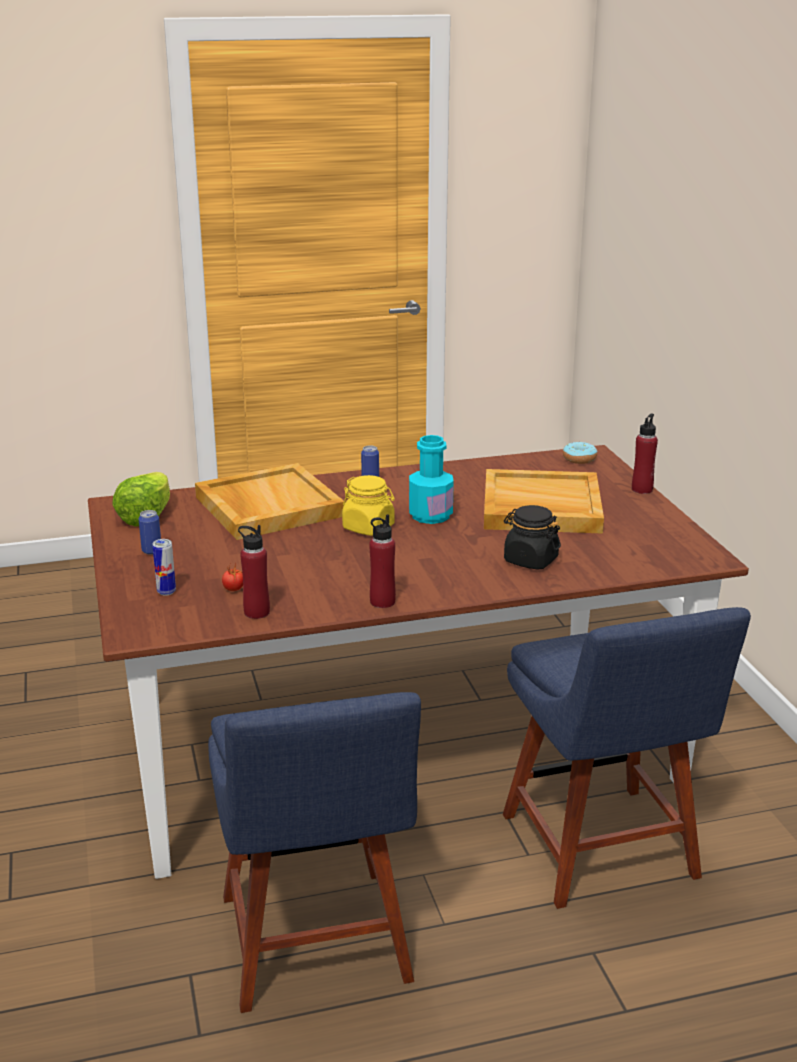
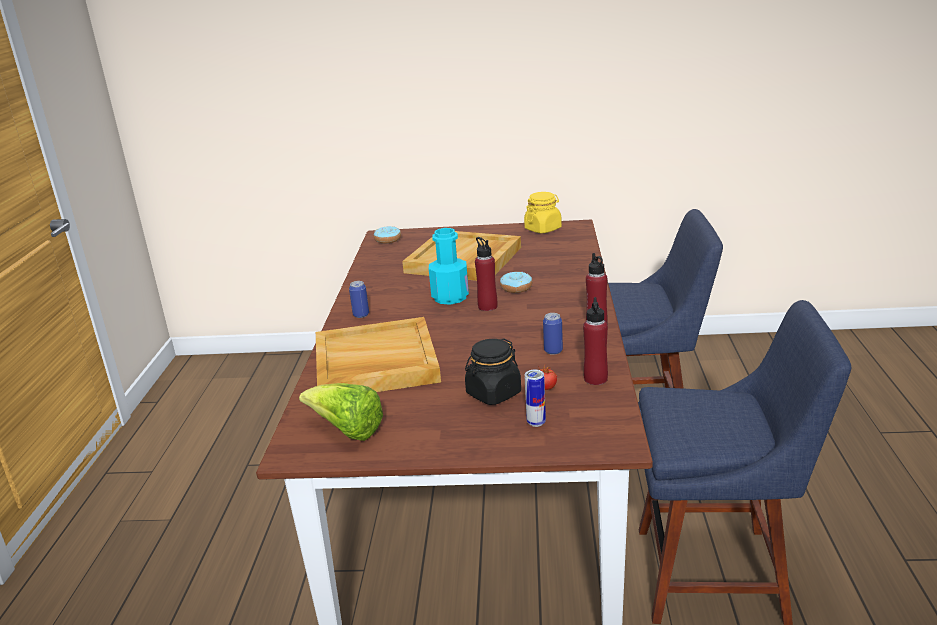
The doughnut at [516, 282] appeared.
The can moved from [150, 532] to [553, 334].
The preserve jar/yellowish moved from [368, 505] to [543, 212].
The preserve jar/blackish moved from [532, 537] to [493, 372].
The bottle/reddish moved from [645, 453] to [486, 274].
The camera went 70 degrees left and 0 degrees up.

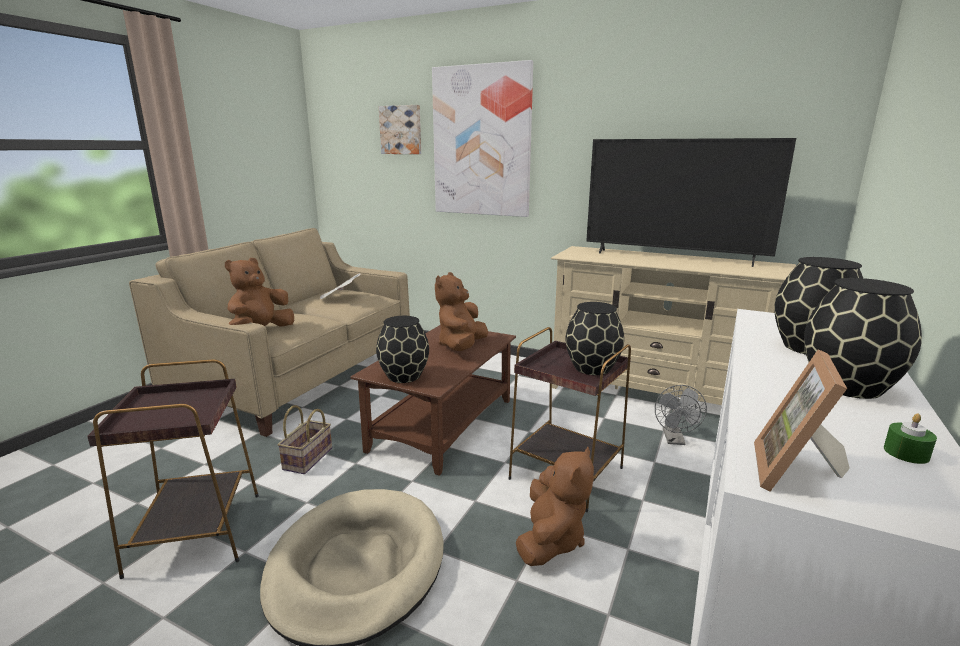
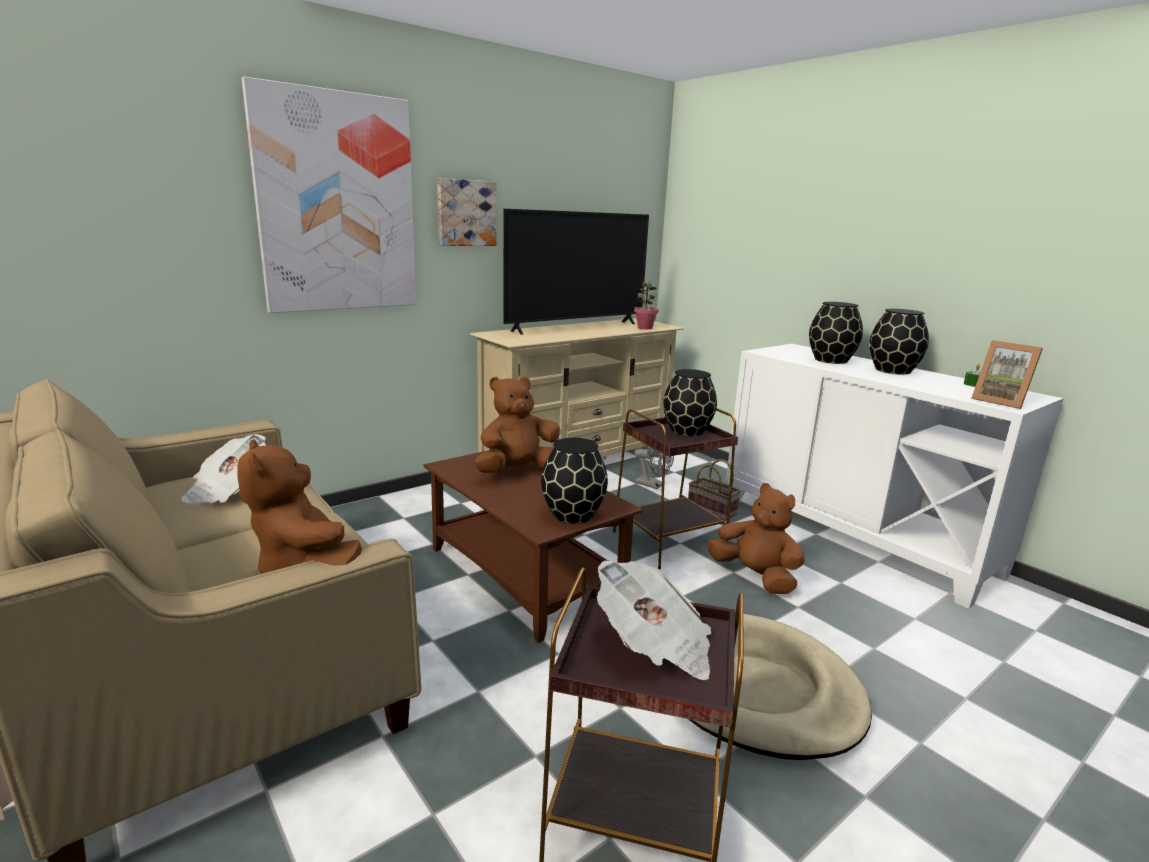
The printed paper at [654, 620] appeared.
The plant in a pot at [646, 305] appeared.
The household basket moved from [305, 439] to [714, 490].
The wall picture moved from [400, 129] to [467, 212].
The soft toy/brownish at [461, 311] turned 105 degrees clockwise.
The camera went 65 degrees left and 0 degrees up.

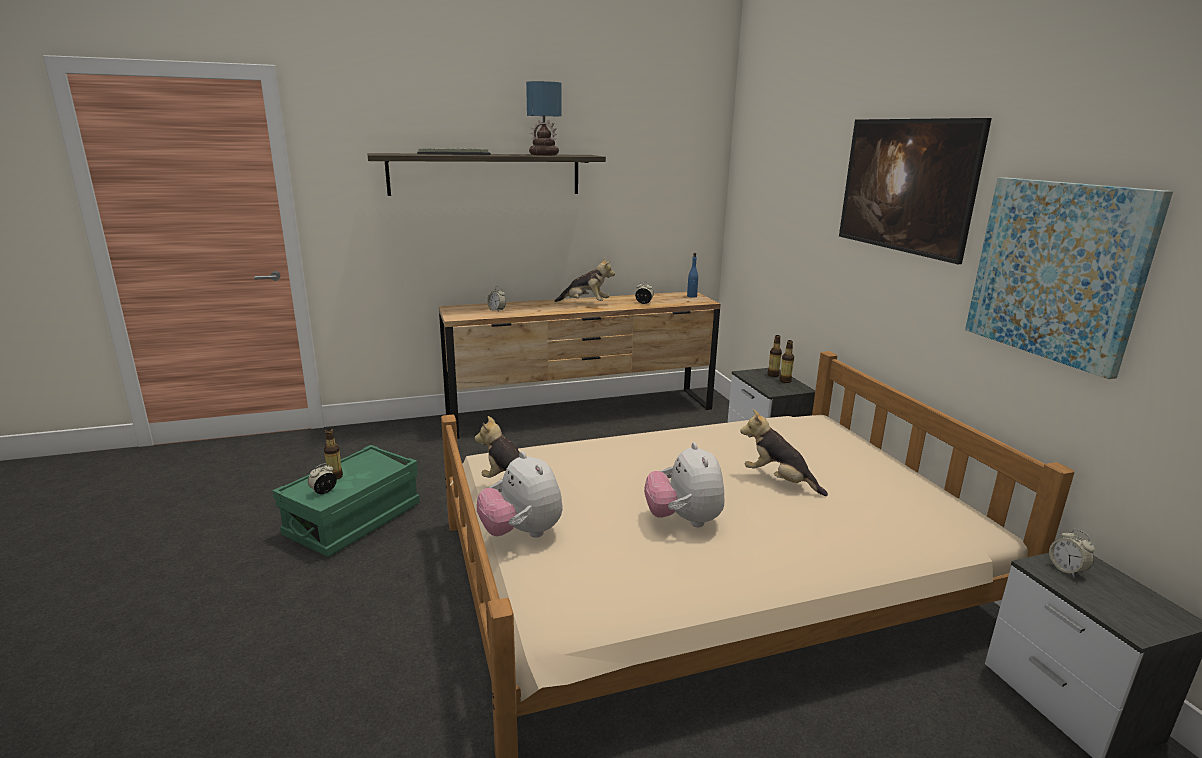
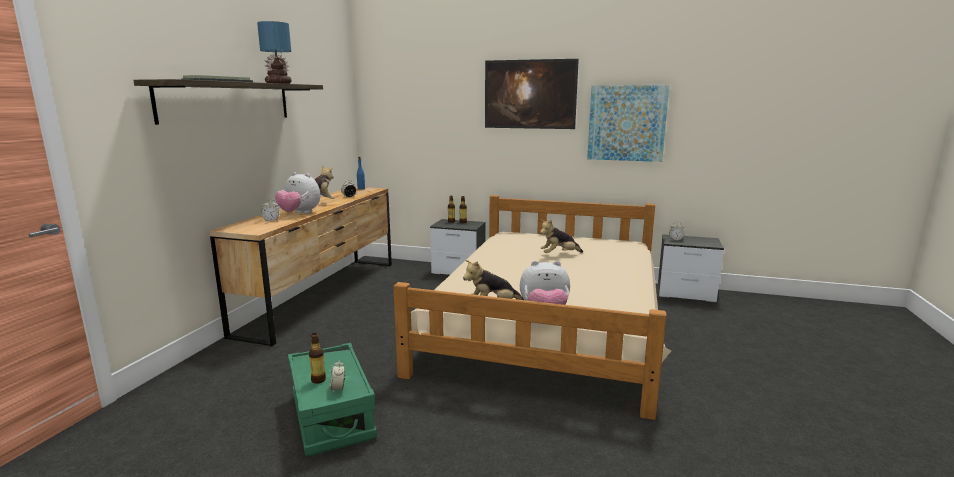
The soft toy moved from [684, 484] to [297, 193].
The camera went 55 degrees left and 5 degrees down.

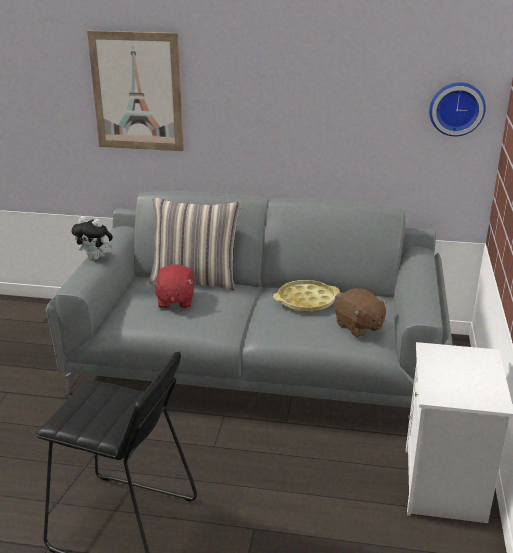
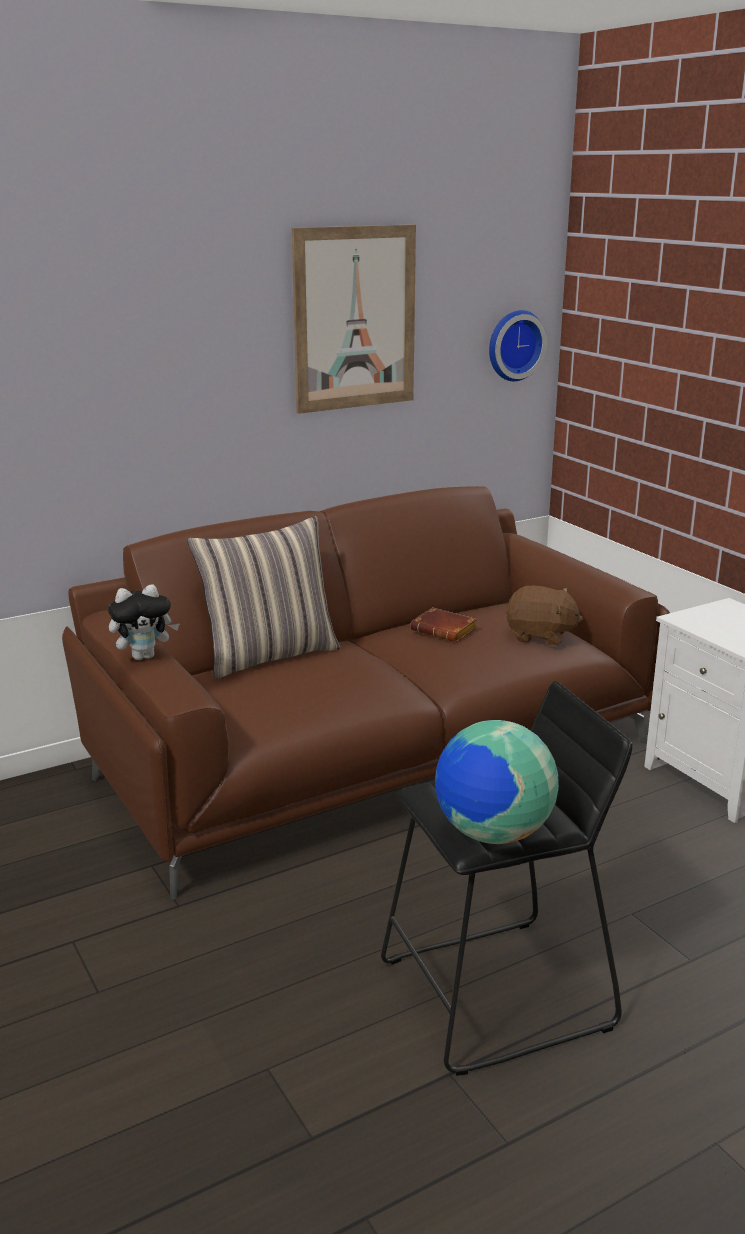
The soft toy/reddish at [173, 286] disappeared.
The world globe at [497, 782] appeared.
The wall picture moved from [135, 91] to [354, 319].
The carrying tray/yellowish at [306, 296] was replaced by the book/brownish at [443, 624].
The sofa/gray at [249, 299] became the sofa/brownish at [366, 693].
The camera went 40 degrees left and 5 degrees down.

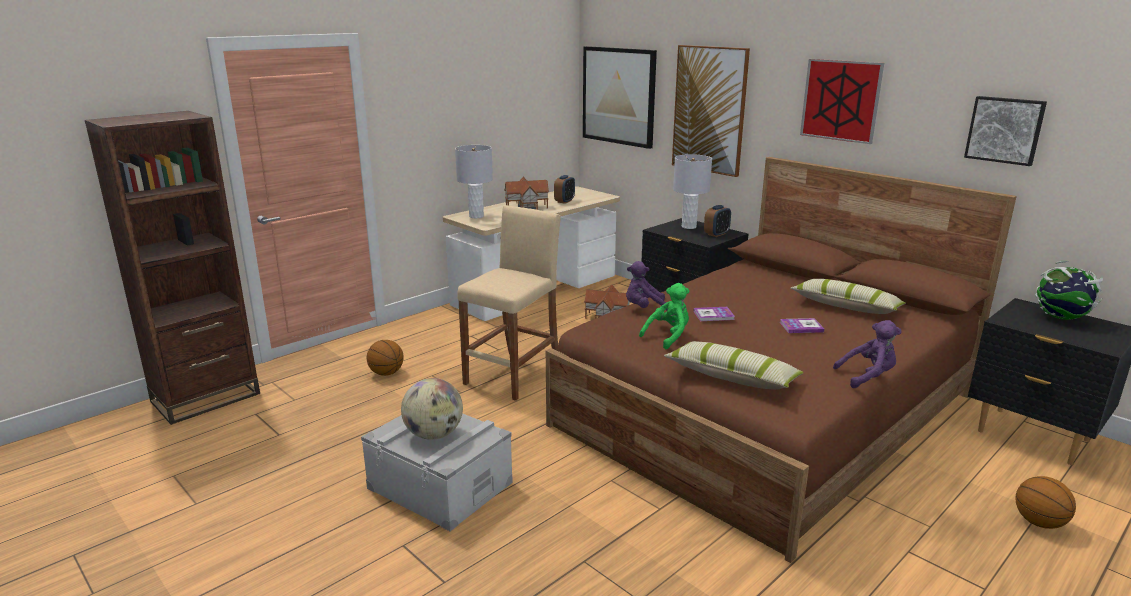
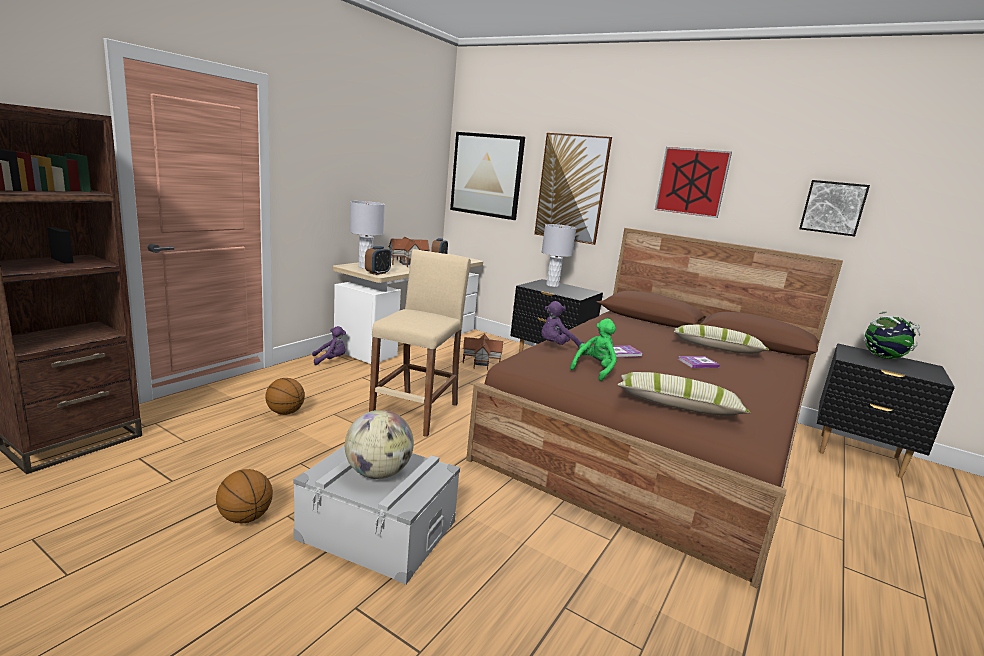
The bedside clock moved from [717, 221] to [378, 260].
The soft toy/purplish moved from [867, 354] to [329, 345].
The basketball ball moved from [1046, 502] to [244, 496].
The camera went 15 degrees left and 5 degrees down.

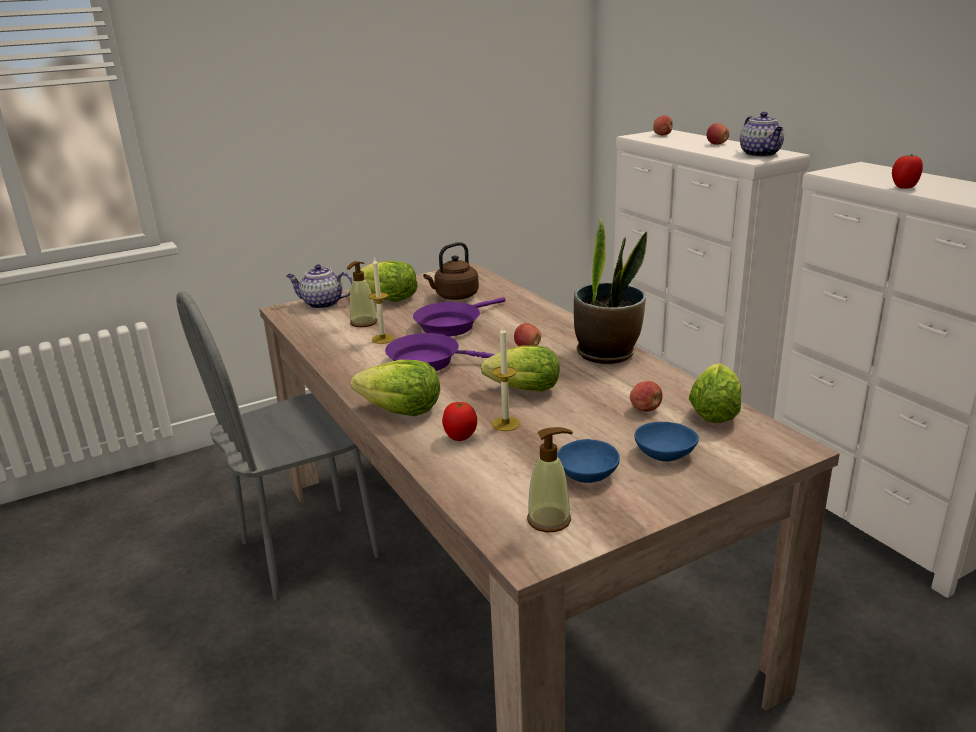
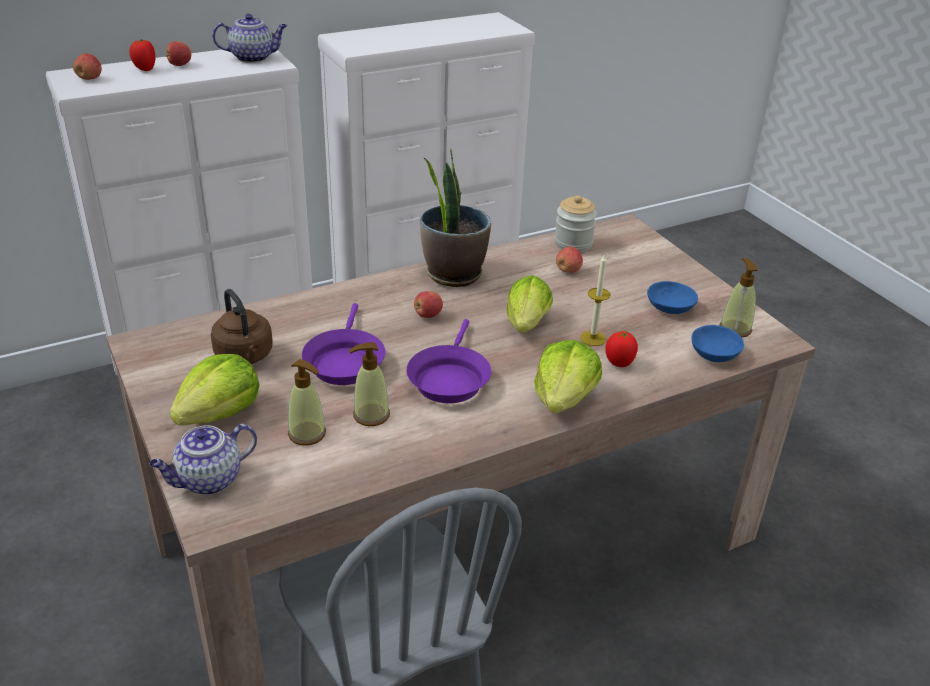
The deep dish/blue moved from [666, 442] to [717, 343].
The whole tomato moved from [907, 171] to [142, 55].
The wax candle at [381, 300] was replaced by the soap dispenser at [369, 384].
The lettuce at [715, 393] was replaced by the preserve jar at [575, 223].
The pot for tea at [319, 286] turned 45 degrees clockwise.
The frying pan/purplish at [459, 316] turned 45 degrees clockwise.
The camera went 90 degrees left and 10 degrees up.

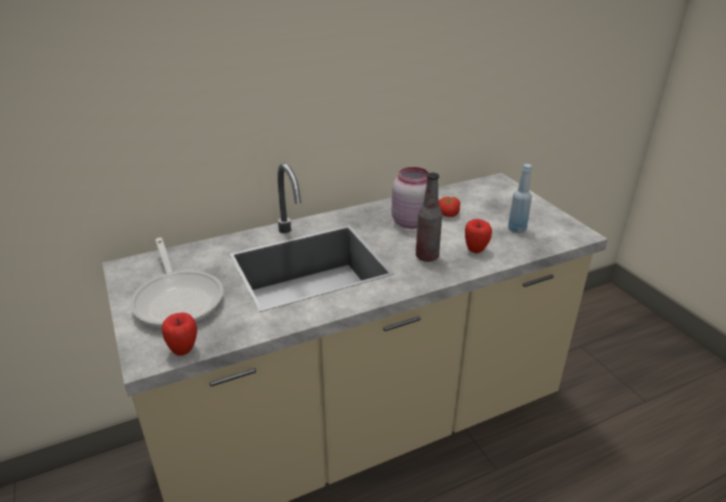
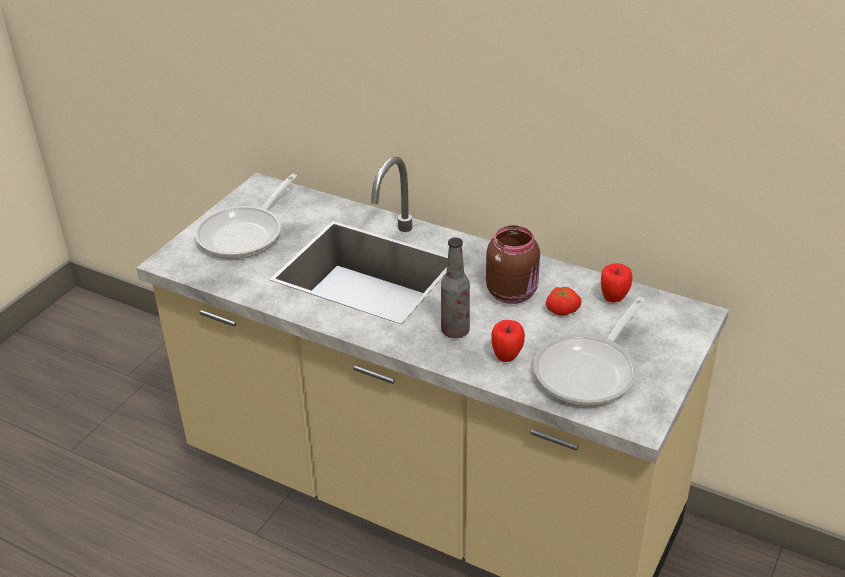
The apple fruit moved from [179, 333] to [616, 282].
The bottle/blue at [520, 198] was replaced by the frying pan at [589, 351].
The preserve jar/pink at [410, 198] became the preserve jar/brownish at [513, 264].
The camera went 55 degrees right and 5 degrees up.

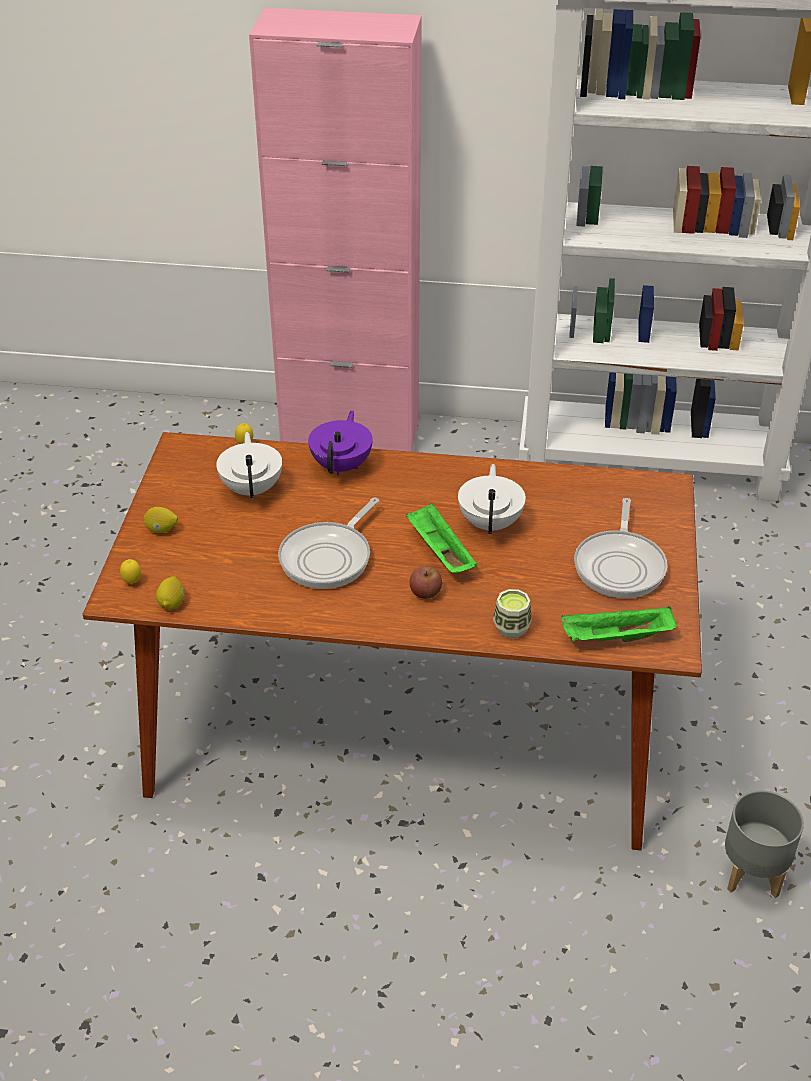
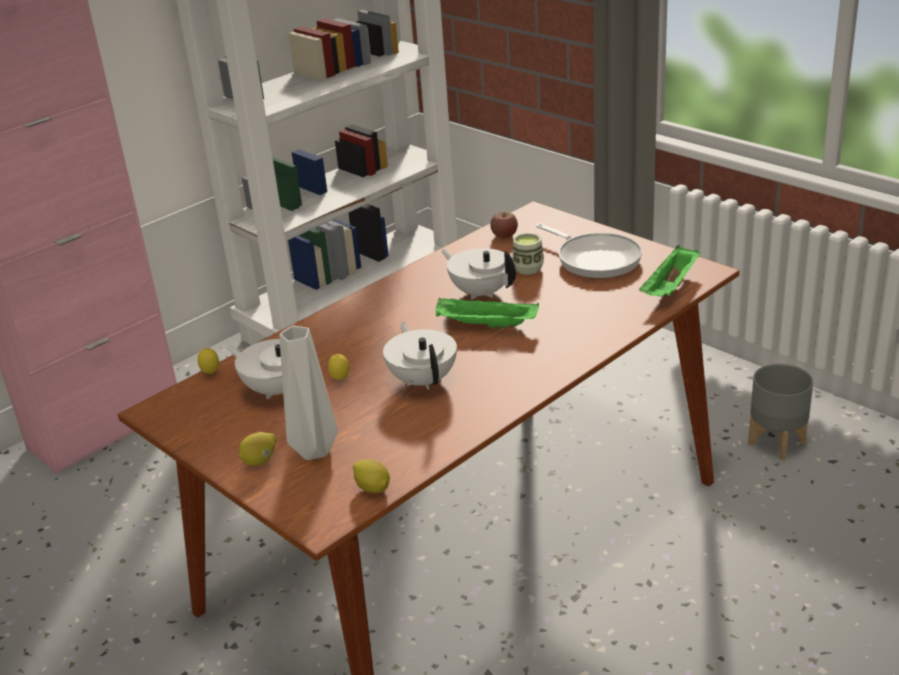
The pot for tea/purplish at [340, 442] disappeared.
The decorative vase/gray at [308, 393] appeared.
The whole lemon moved from [130, 571] to [338, 367].
The apple fruit moved from [425, 582] to [504, 225].
The cup moved from [512, 613] to [528, 254].
The frying pan at [328, 543] was replaced by the pot for tea/white at [420, 356].
The camera went 50 degrees left and 10 degrees down.

